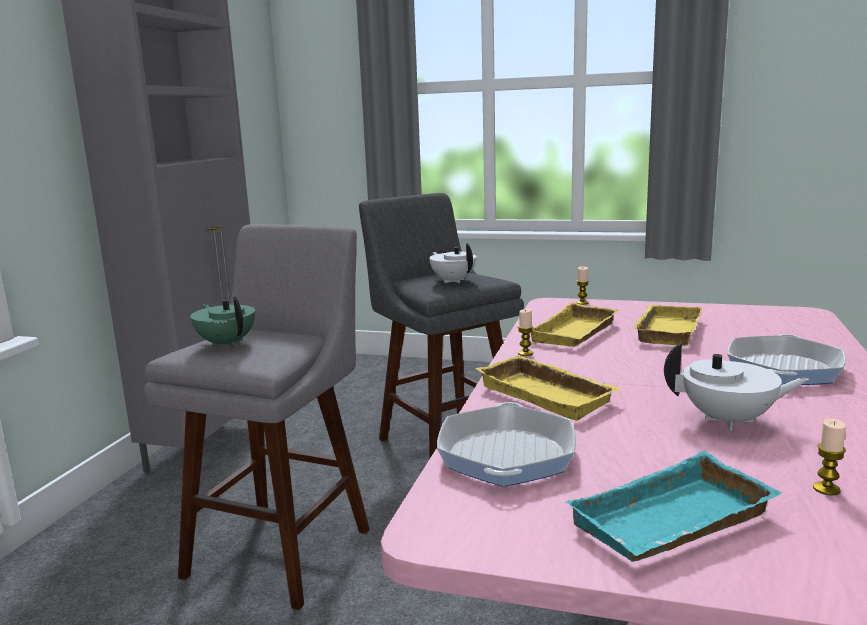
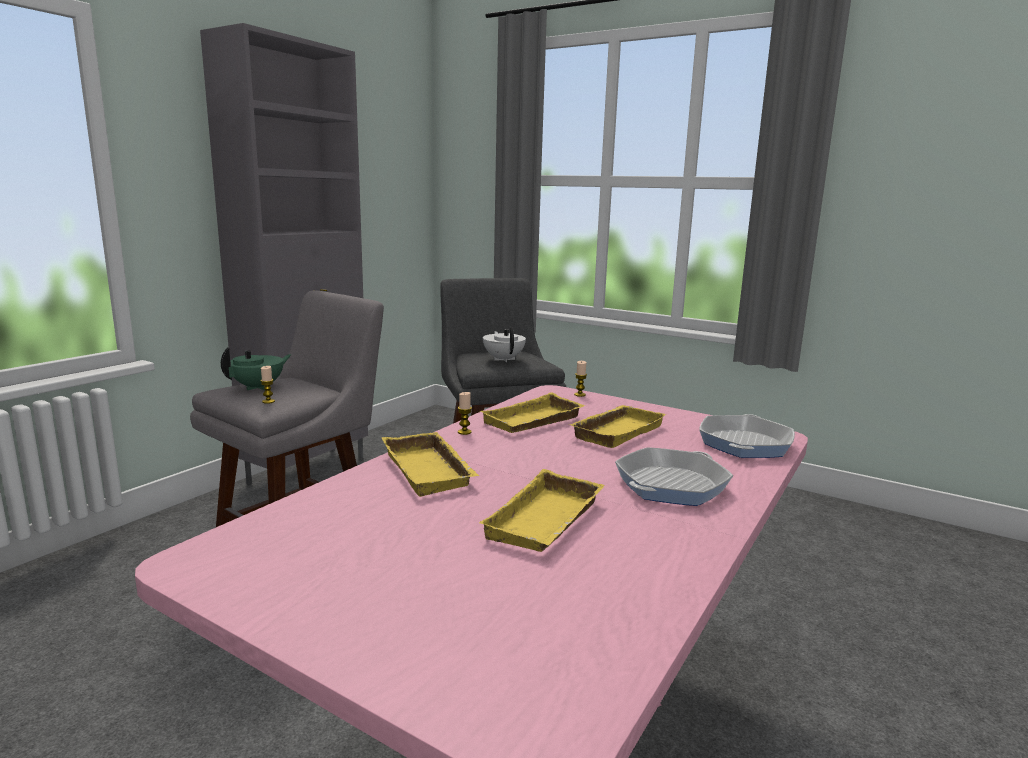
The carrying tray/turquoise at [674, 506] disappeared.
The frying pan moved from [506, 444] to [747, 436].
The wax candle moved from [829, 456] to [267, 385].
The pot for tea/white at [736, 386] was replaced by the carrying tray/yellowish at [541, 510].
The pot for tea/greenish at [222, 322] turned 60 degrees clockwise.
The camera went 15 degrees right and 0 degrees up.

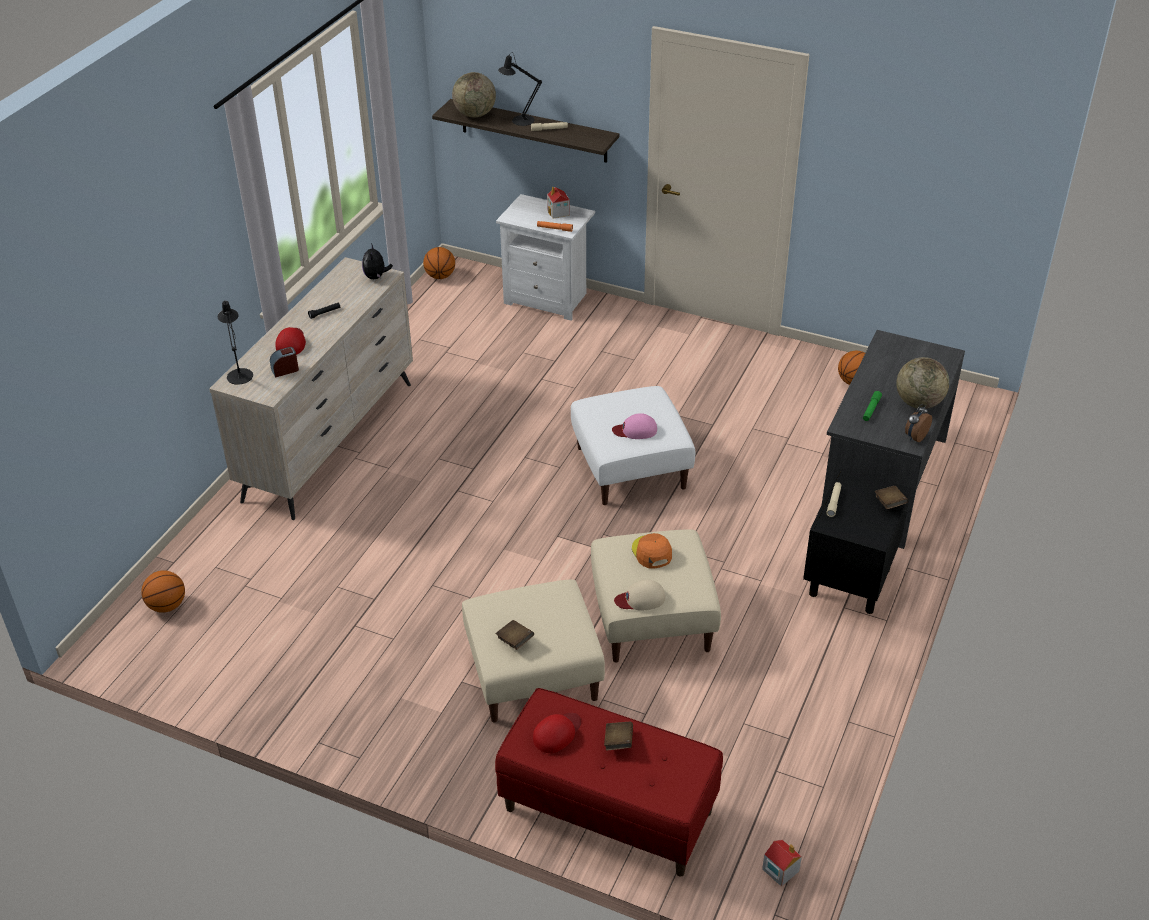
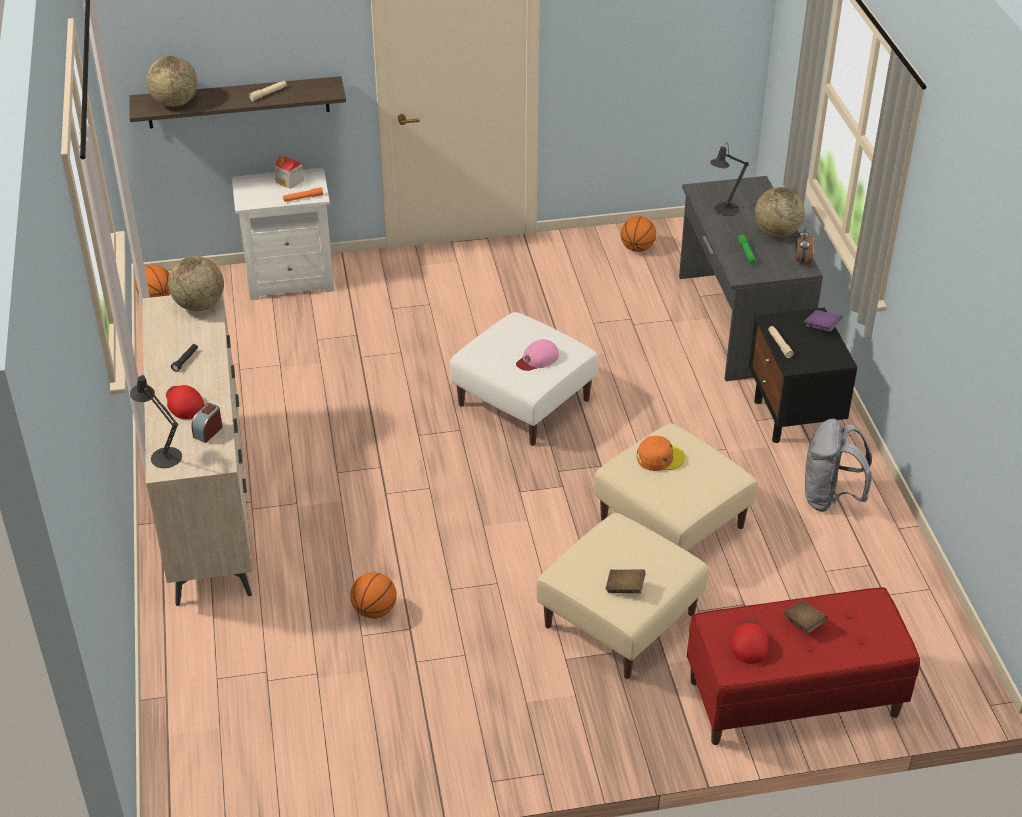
The cap/beige-coloured at [639, 595] disappeared.
The miniature house at [782, 863] disappeared.
The knapsack/gray at [838, 465] appeared.
The basketball ball moved from [163, 591] to [373, 595].
The tabletop lamp/blackish moved from [520, 89] to [729, 179].
The soft toy at [377, 261] was replaced by the world globe at [196, 283].
The book/brownish at [891, 497] became the book/purplish at [823, 321].
The cap/orangey at [652, 551] turned 135 degrees clockwise.
The camera went 35 degrees left and 0 degrees up.

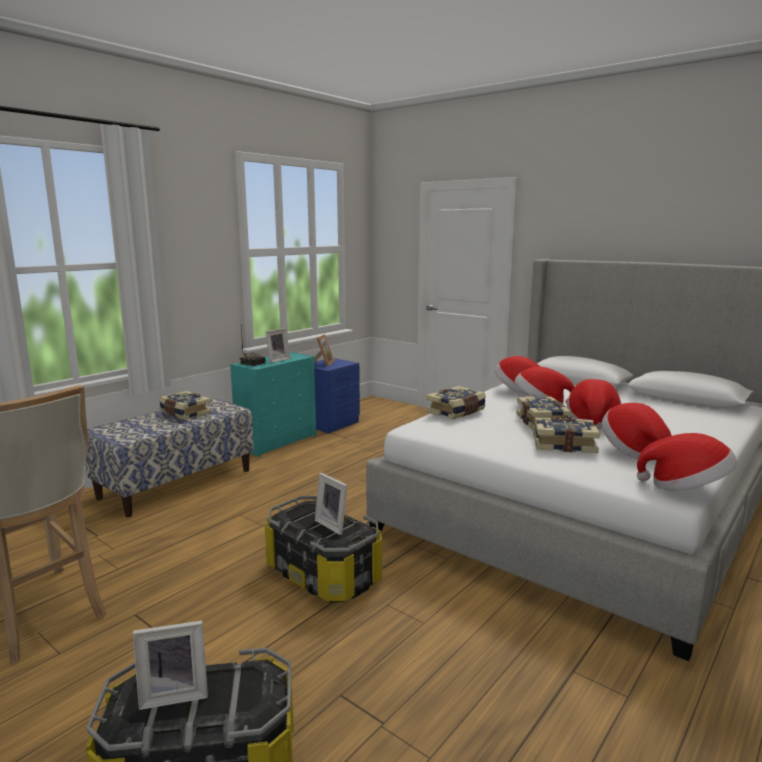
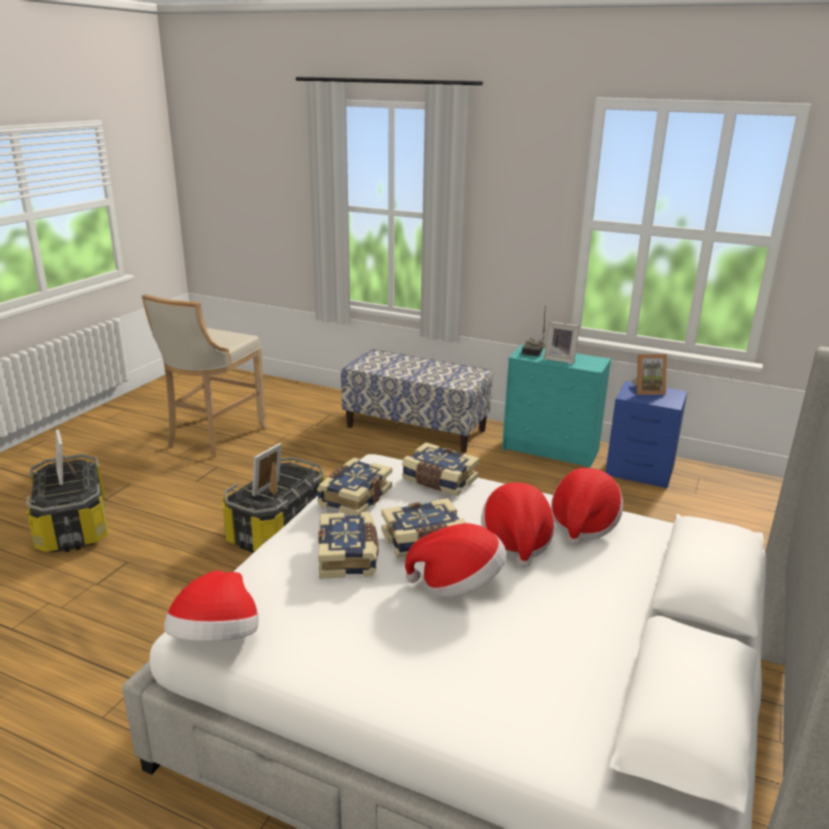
The clothing hat at [636, 432] disappeared.
The book moved from [185, 405] to [354, 486].
The camera went 75 degrees right and 10 degrees up.

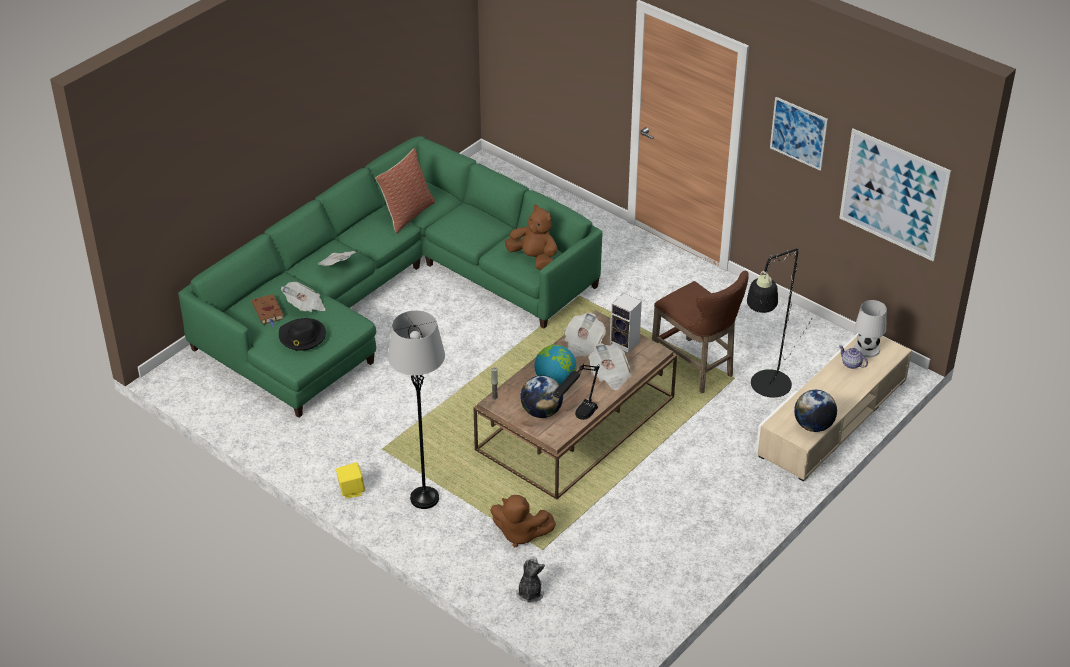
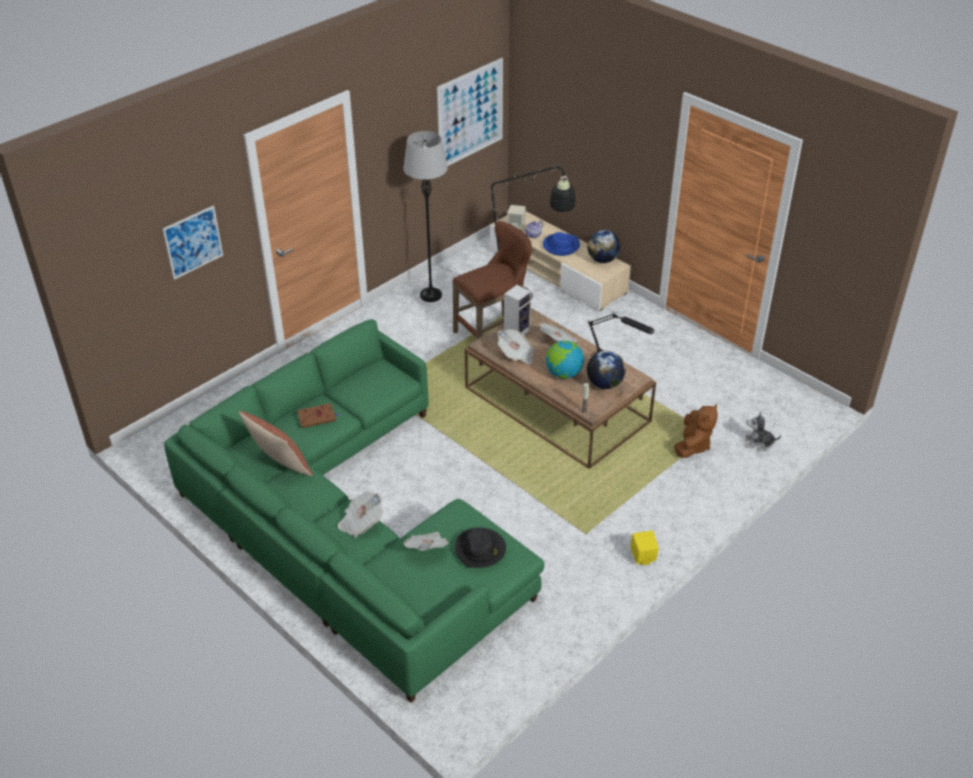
The soft toy/brownish at [531, 237] disappeared.
The clothing hat/blue at [561, 244] appeared.
The book/brownish moved from [268, 310] to [319, 415].
The standard lamp/gray moved from [416, 409] to [425, 216].
The wall picture moved from [799, 134] to [192, 242].
The tabletop lamp/white at [870, 328] was replaced by the audio speaker/beige-coloured at [516, 217].
The camera went 85 degrees left and 0 degrees up.

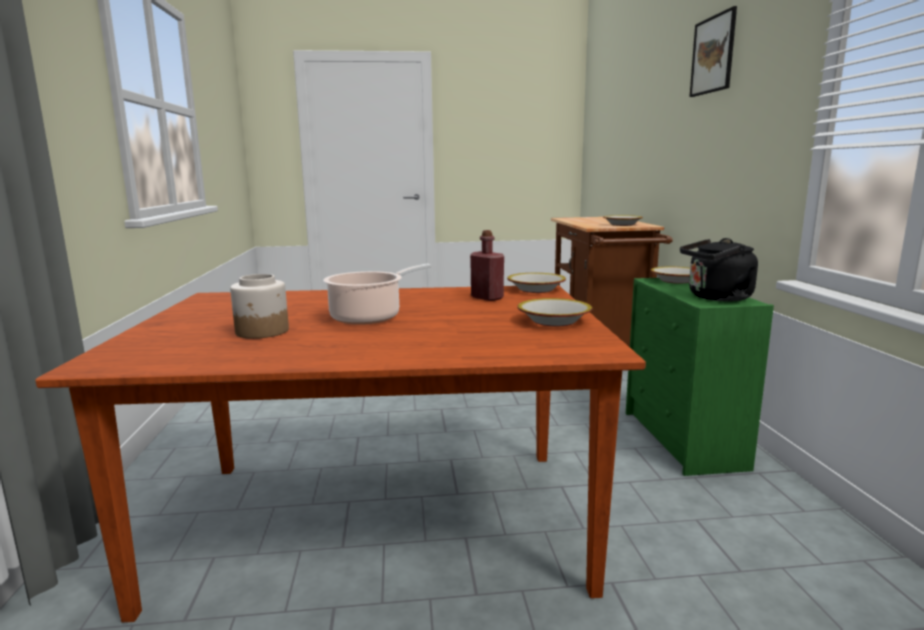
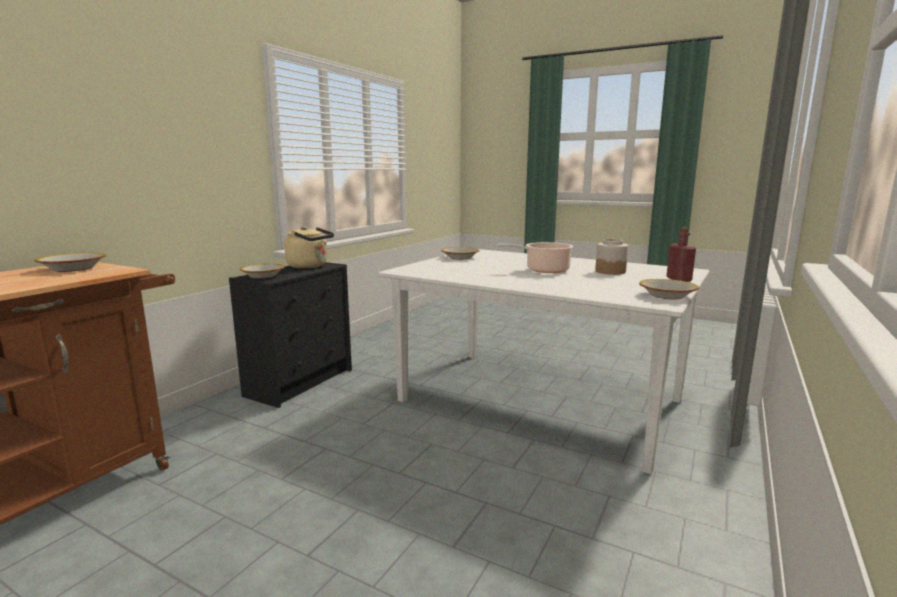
The wall picture at [713, 51] disappeared.
The bottle/reddish moved from [487, 265] to [681, 255].
The deep dish moved from [536, 283] to [669, 289].
The dinner table/brownish at [340, 453] became the dinner table/white at [544, 361].
The dresser/greenish at [700, 377] became the dresser/blackish at [290, 335].
The water kettle/blackish at [719, 270] became the water kettle/beige-coloured at [309, 247].
The camera went 145 degrees left and 0 degrees up.

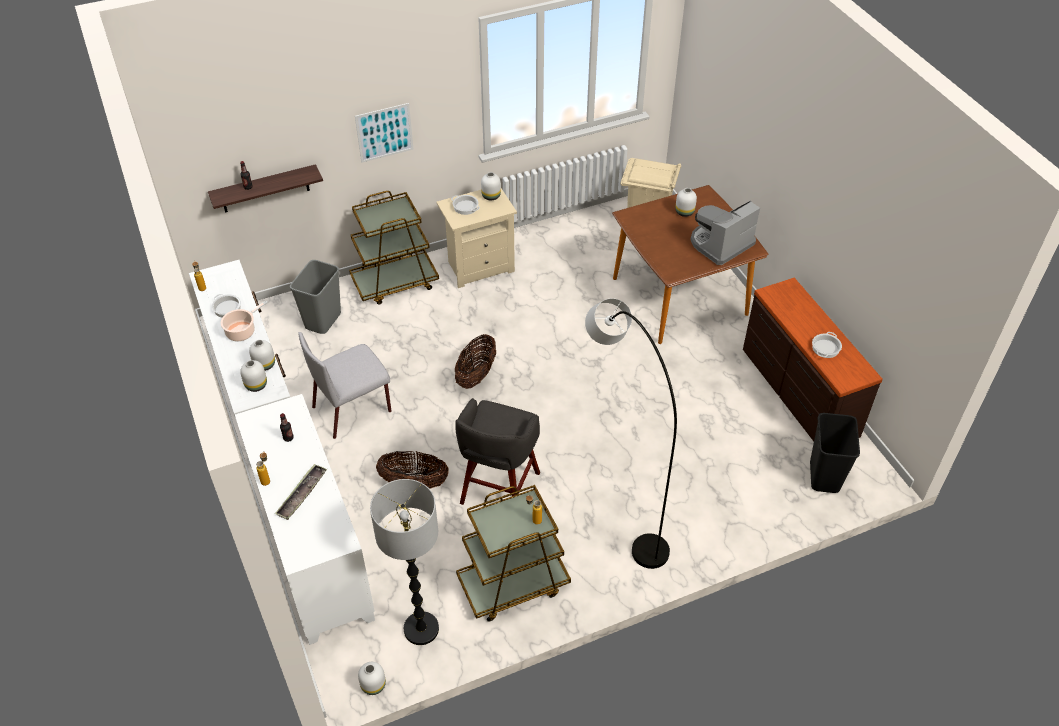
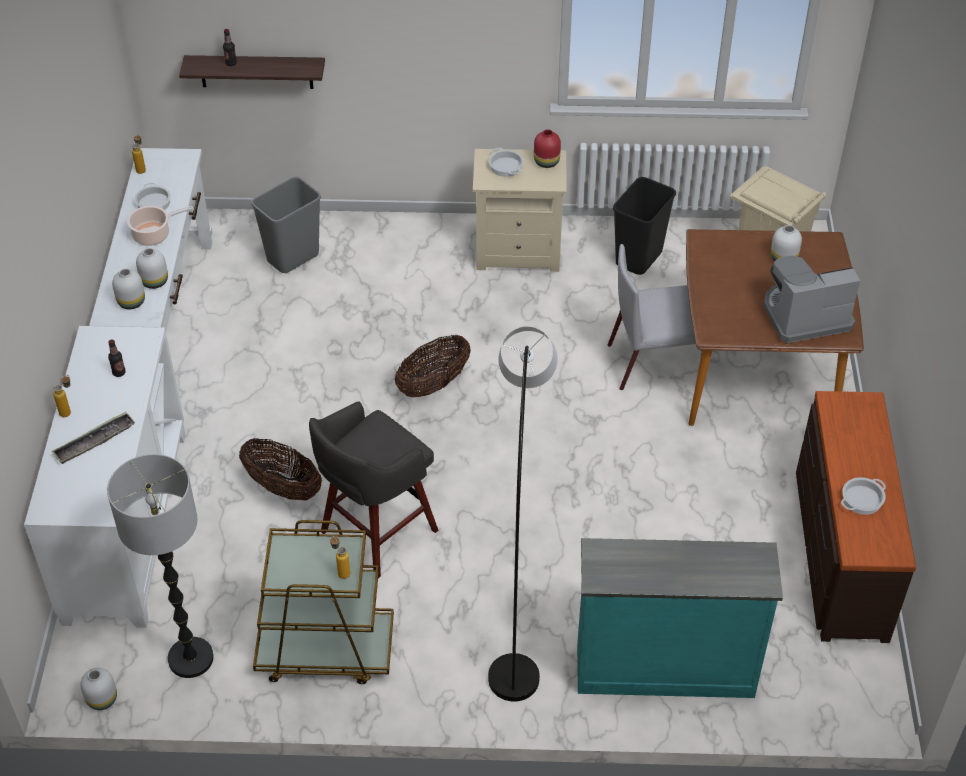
The trolley/brownish at [394, 248] disappeared.
The wall picture at [384, 133] disappeared.
The dresser/turquoise at [680, 618] appeared.
The upright chair/gray moved from [344, 385] to [655, 317].
The rubbish bin/blackish moved from [835, 453] to [644, 226].
The decorative vase/white at [491, 186] became the decorative vase/reddish at [547, 148].
The camera went 25 degrees right and 0 degrees up.

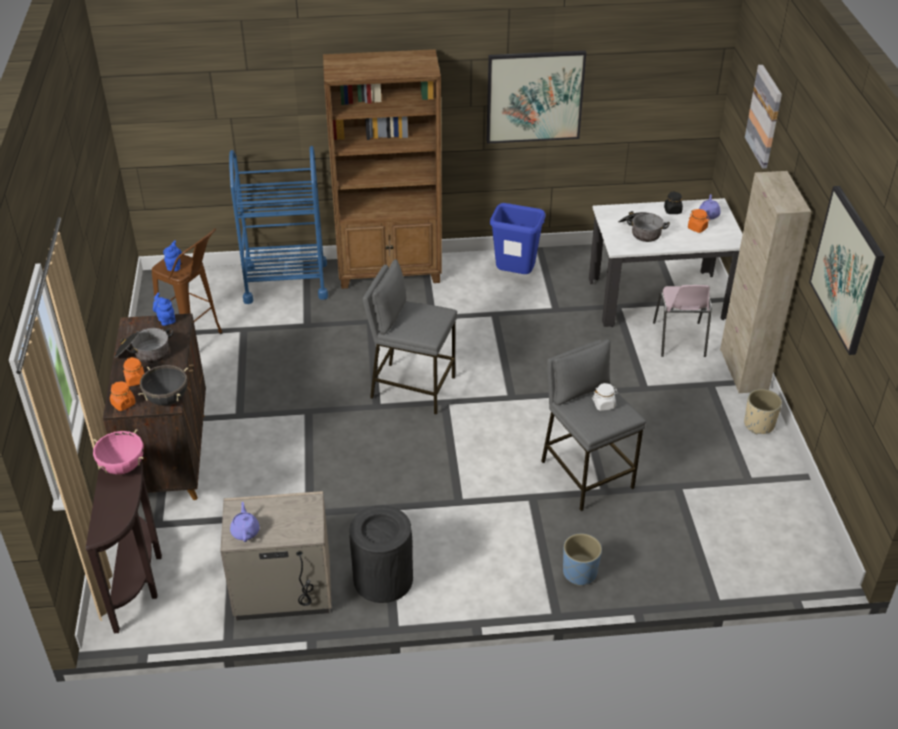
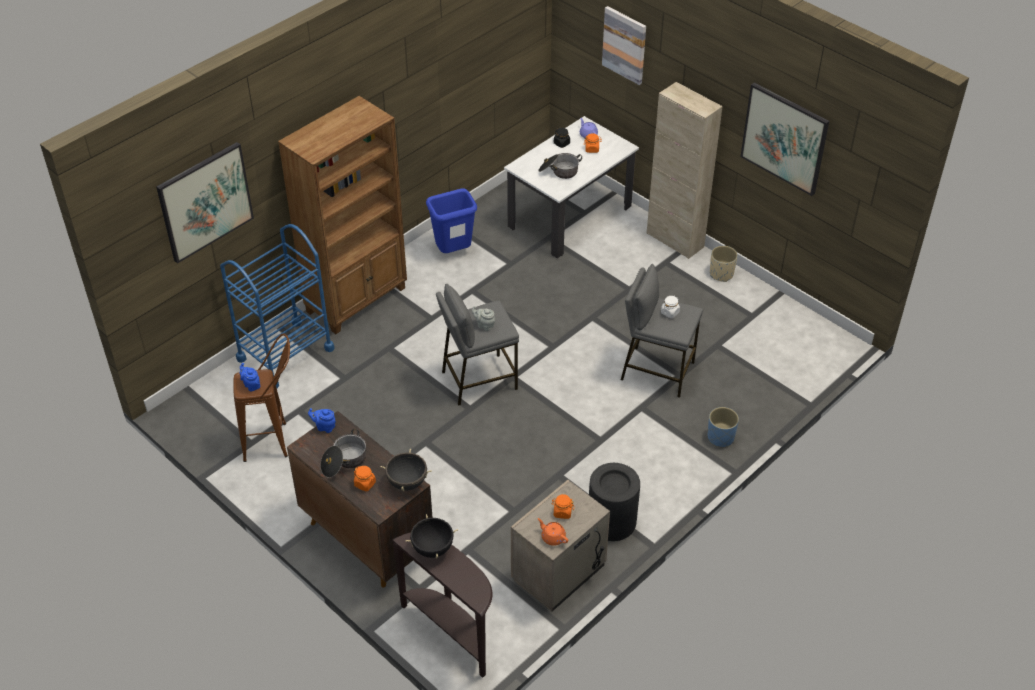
The upright chair/pink at [682, 321] disappeared.
The pot for tea/gray at [483, 318] appeared.
The preserve jar/orangey moved from [123, 396] to [562, 506].
The wall picture moved from [536, 97] to [205, 203].
The cooking pot/pink at [118, 452] became the cooking pot/blackish at [431, 536].
The pot for tea/purplish at [245, 522] became the pot for tea/orangey at [553, 532].
The camera went 40 degrees left and 5 degrees up.

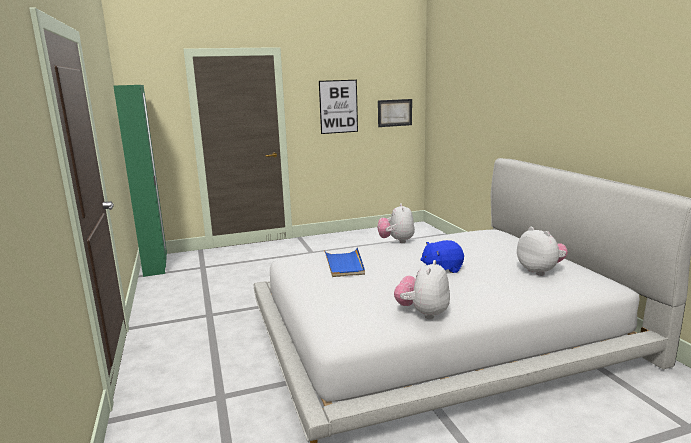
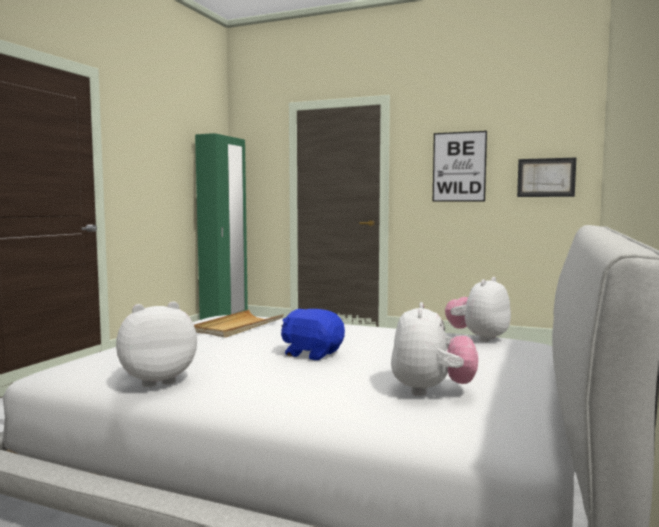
The soft toy moved from [396, 223] to [478, 309].
The carrying tray/blue at [344, 262] became the carrying tray/beige-coloured at [239, 324].
The camera went 40 degrees right and 10 degrees down.

